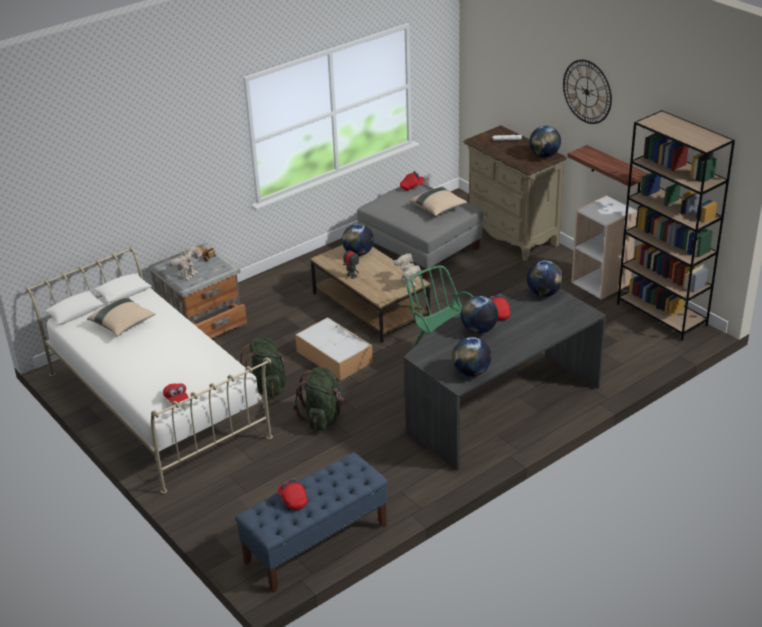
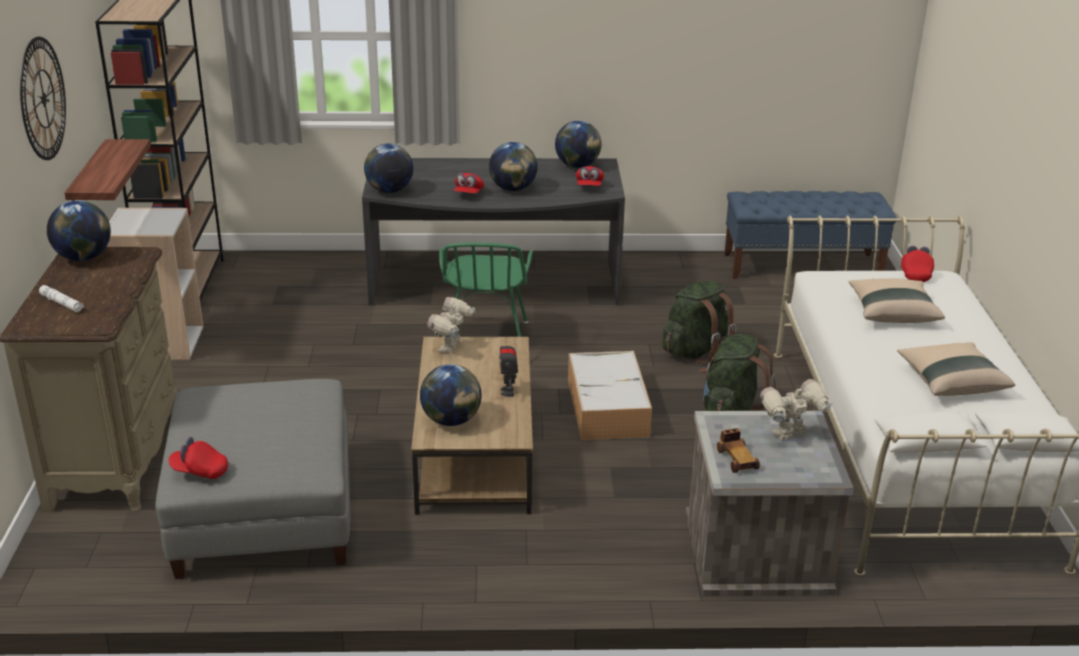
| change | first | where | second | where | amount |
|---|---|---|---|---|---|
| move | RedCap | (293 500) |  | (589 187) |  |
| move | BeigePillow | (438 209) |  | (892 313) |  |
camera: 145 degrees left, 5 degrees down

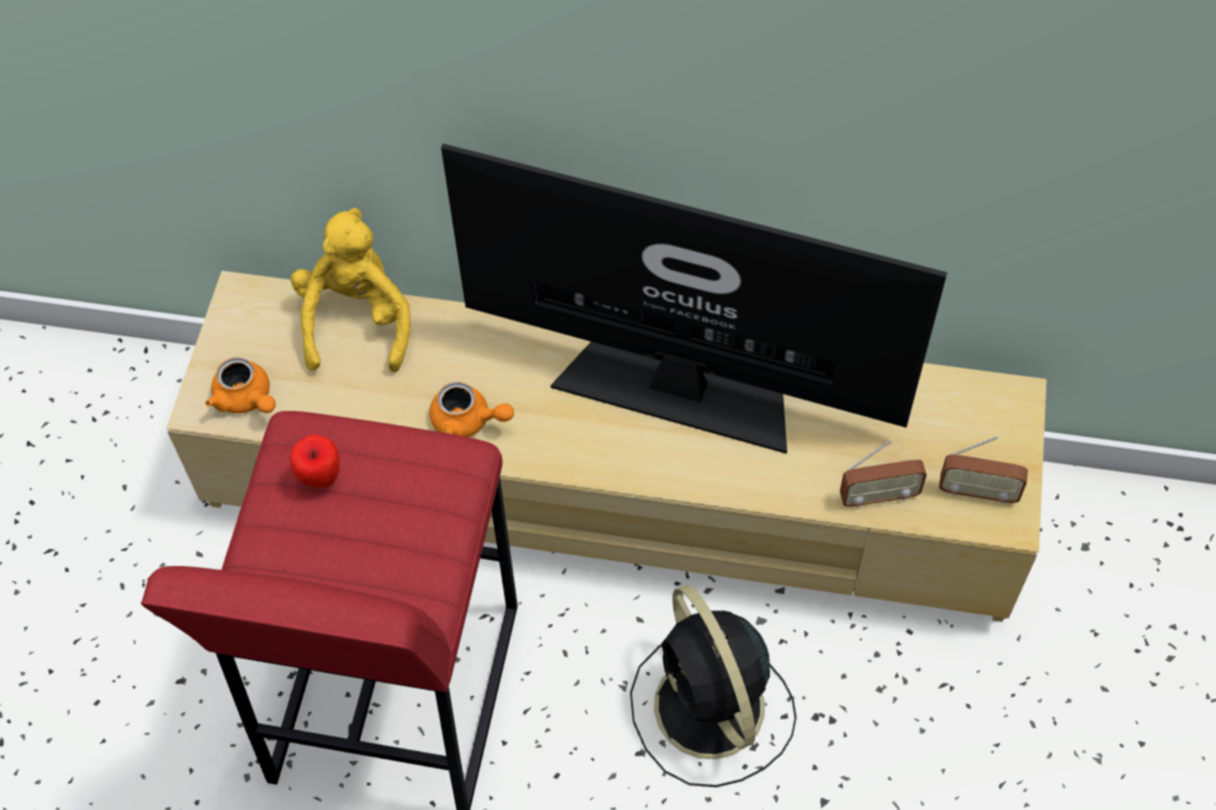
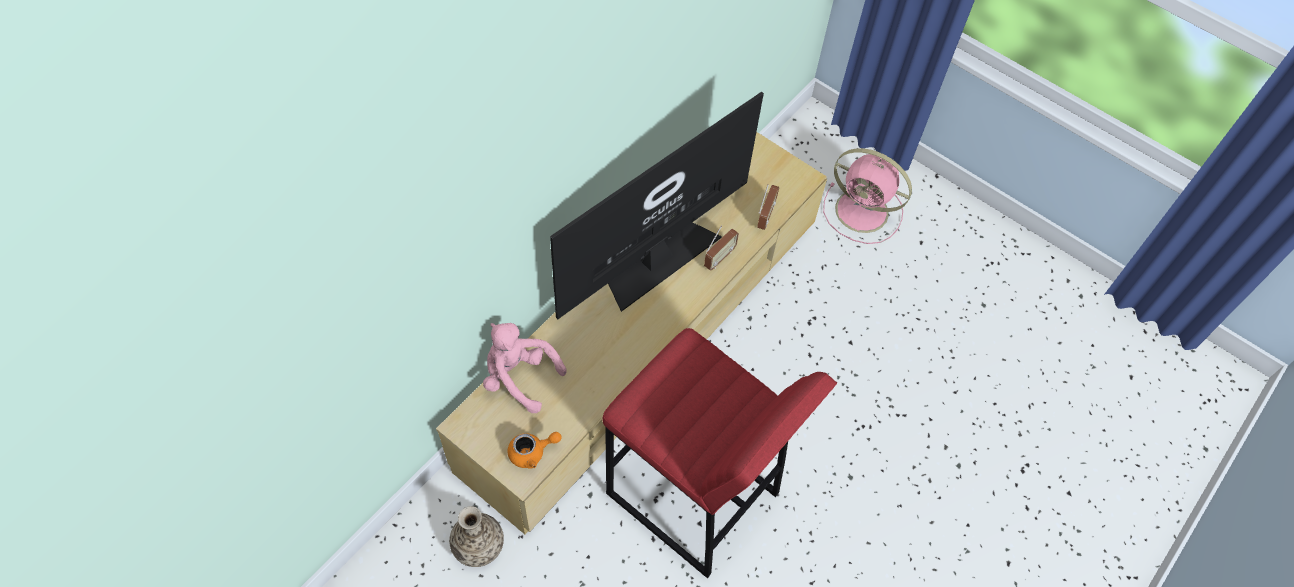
| change | first | where | second | where | amount |
|---|---|---|---|---|---|
| delete | Apple | (321 478) |  |  |  |
| recolor | YellowPlushToy | (357 320) | PinkPlushToy | (519 377) |  |
| delete | OrangeTeapot | (468 421) |  |  |  |
| delete | BlackFan | (711 711) |  |  |  |
| move | Radio | (977 492) |  | (719 258) |  |
| insert |  |  | Vase | (478 545) |  |
| insert |  |  | PinkFan | (864 212) |  |
camera: 65 degrees left, 0 degrees up

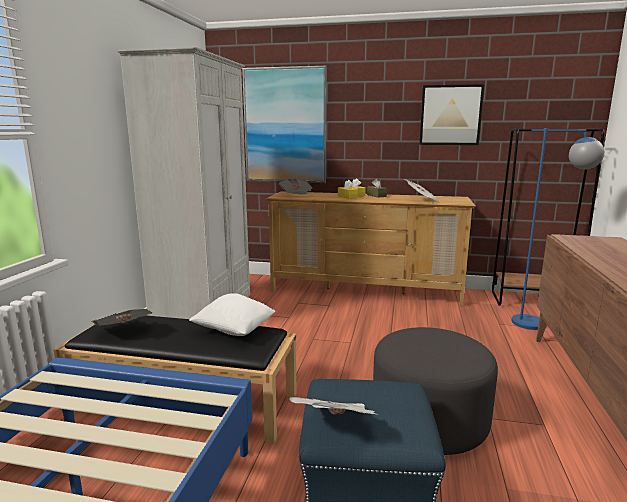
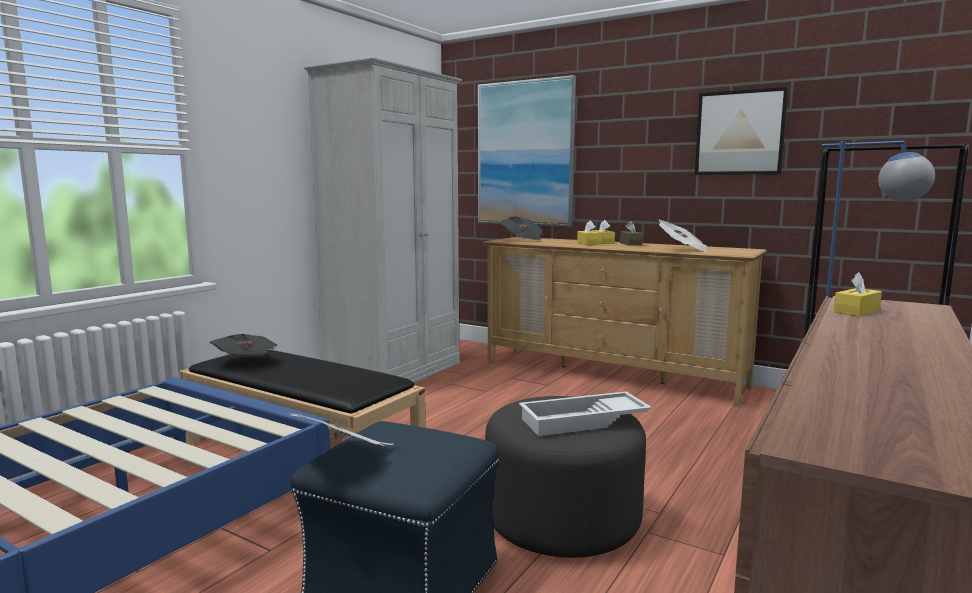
| change | first | where | second | where | amount |
|---|---|---|---|---|---|
| delete | WhitePillow | (234 330) |  |  |  |
| insert |  |  | WhiteTray | (583 421) |  |
| insert |  |  | YellowTissueBox | (856 311) |  |
camera: 20 degrees right, 5 degrees down

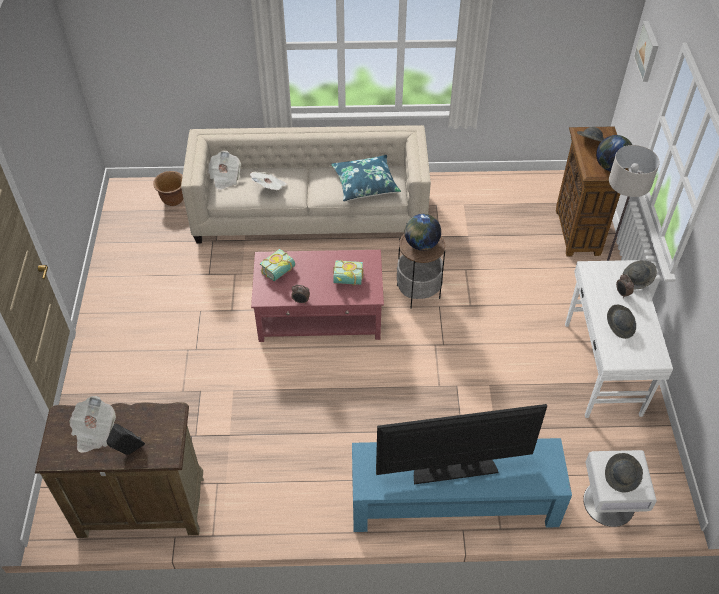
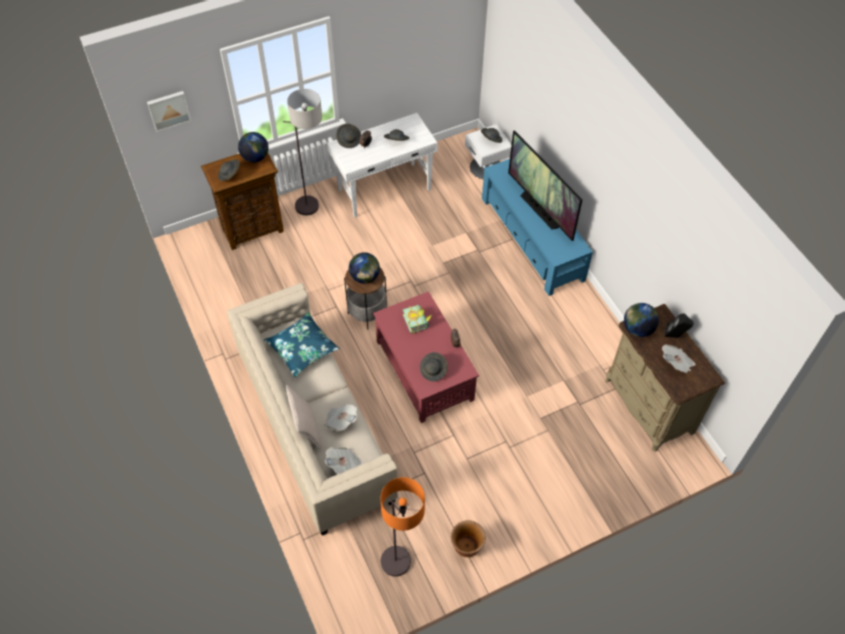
| change | first | where | second | where | amount |
|---|---|---|---|---|---|
| move | BrownPlanter | (173 200) |  | (466 547) |  |
| replace | Book | (280 272) | GreyHat | (433 370) |  |
| insert |  |  | BeigePillow | (306 429) |  |
| insert |  |  | OrangeFloorLamp | (401 568) |  |
| insert |  |  | Globe | (637 329) |  |
camera: 115 degrees left, 5 degrees up

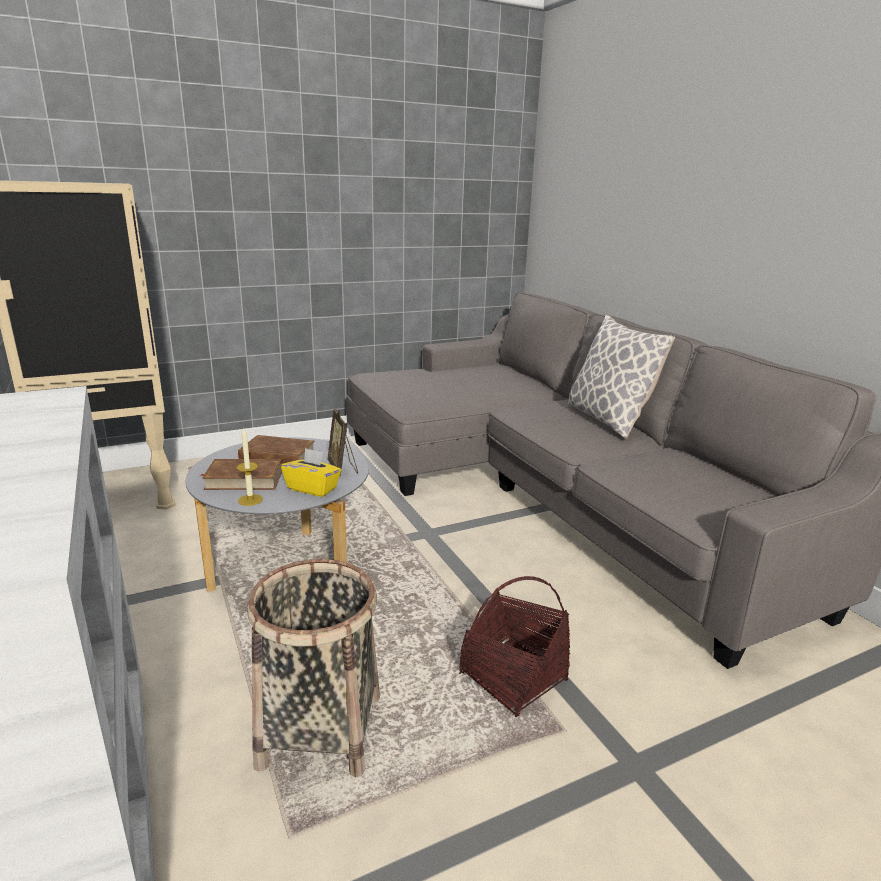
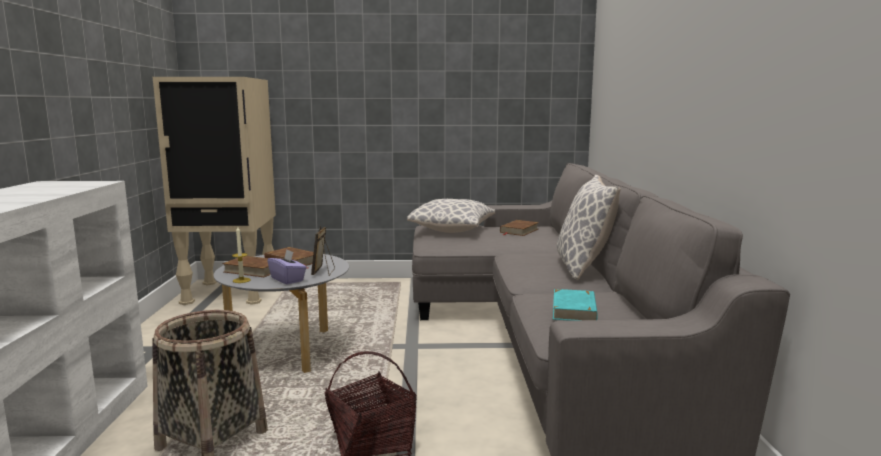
| change | first | where | second | where | amount |
|---|---|---|---|---|---|
| recolor | YellowTissueBox | (312 488) | PurpleTissueBox | (288 279) |  |
| insert |  |  | Pillow | (452 230) |  |
| insert |  |  | BrownBook | (519 231) |  |
| insert |  |  | TurquoiseBook | (574 310) |  |
camera: 25 degrees right, 10 degrees down

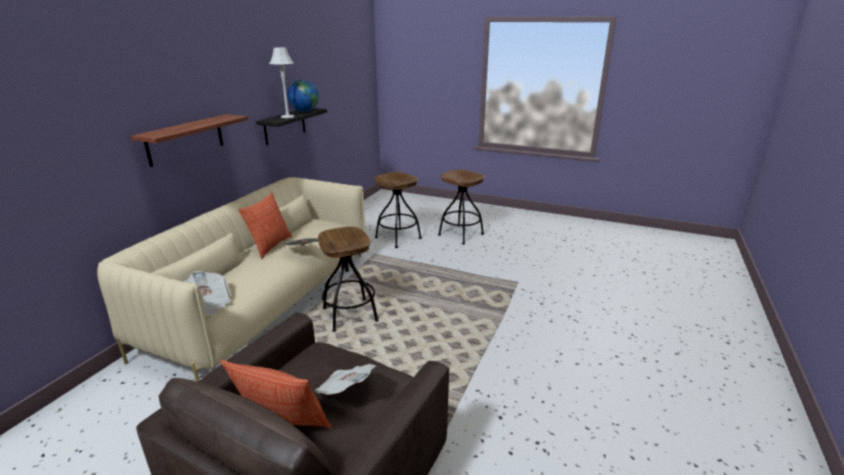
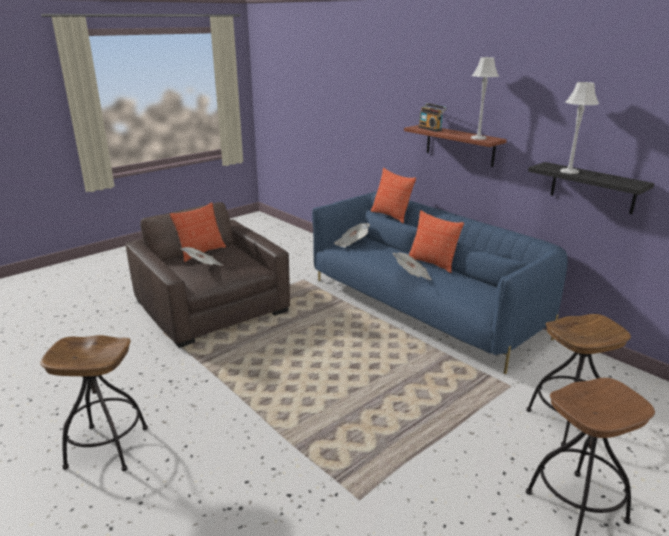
| change | first | where | second | where | amount |
|---|---|---|---|---|---|
| recolor | BeigeSofa | (267 300) | BlueSofa | (422 307) |  |
| delete | Globe | (304 111) |  |  |  |
| move | BrownStool | (350 315) |  | (107 447) |  |
| insert |  |  | OrangePillow | (391 216) |  |
| insert |  |  | Radio | (431 128) |  |
| insert |  |  | GreyTableLamp | (478 138) |  |
camera: 115 degrees right, 0 degrees up

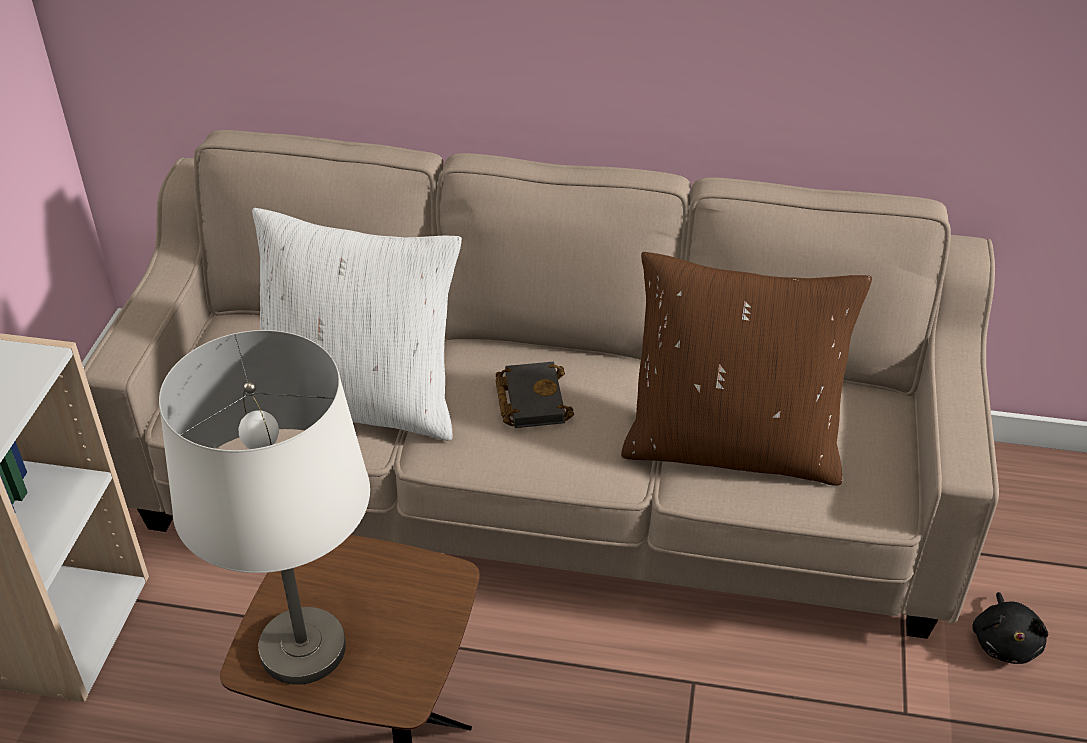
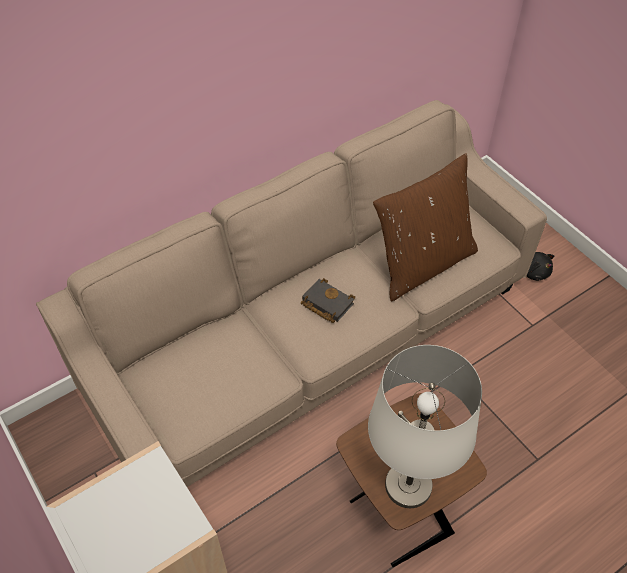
| change | first | where | second | where | amount |
|---|---|---|---|---|---|
| delete | WhitePillow | (361 400) |  |  |  |
camera: 45 degrees left, 10 degrees up

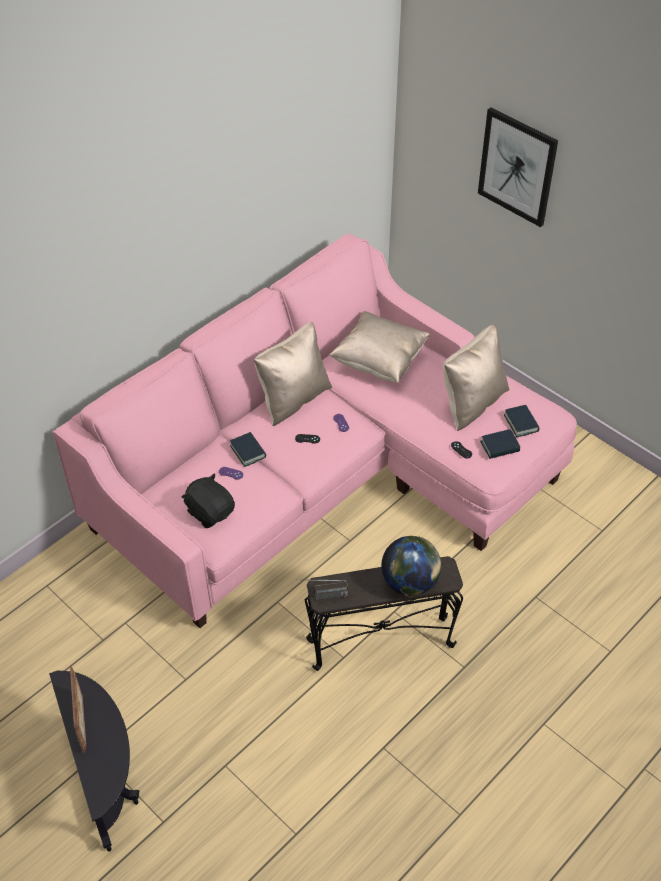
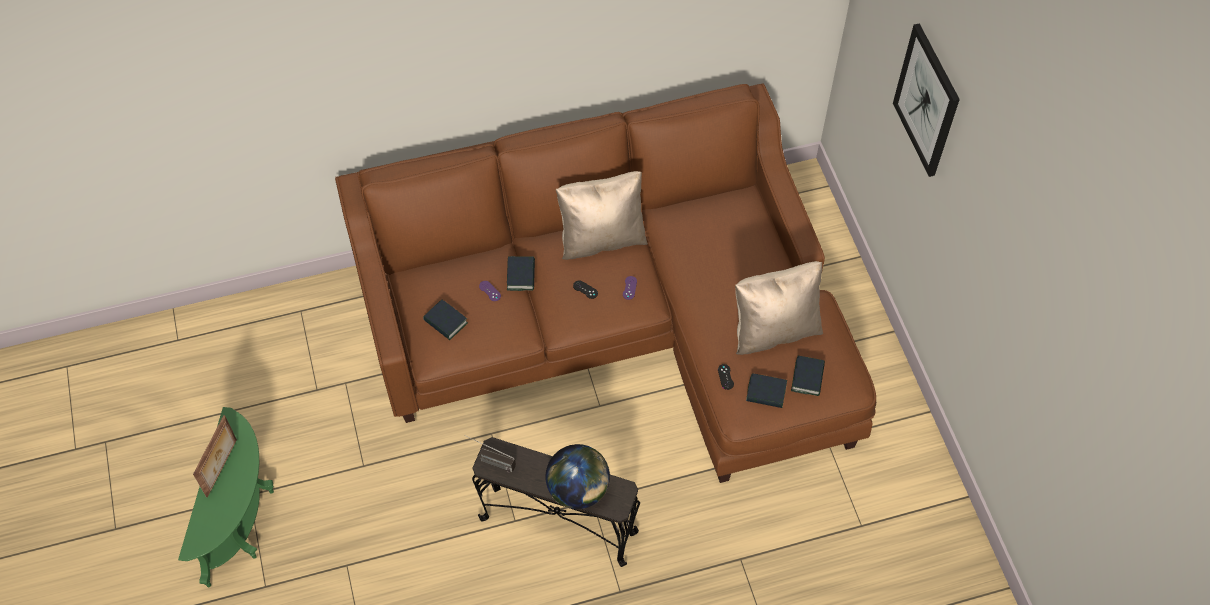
| change | first | where | second | where | amount |
|---|---|---|---|---|---|
| recolor | BlackSideTable | (106 778) | GreenSideTable | (243 521) |  |
| recolor | PinkSofa | (324 476) | BrownSofa | (620 324) |  |
| replace | BlackPlushToy | (210 512) | Book | (445 322) |  |
| delete | BeigePillow | (379 362) |  |  |  |
camera: 30 degrees right, 10 degrees up

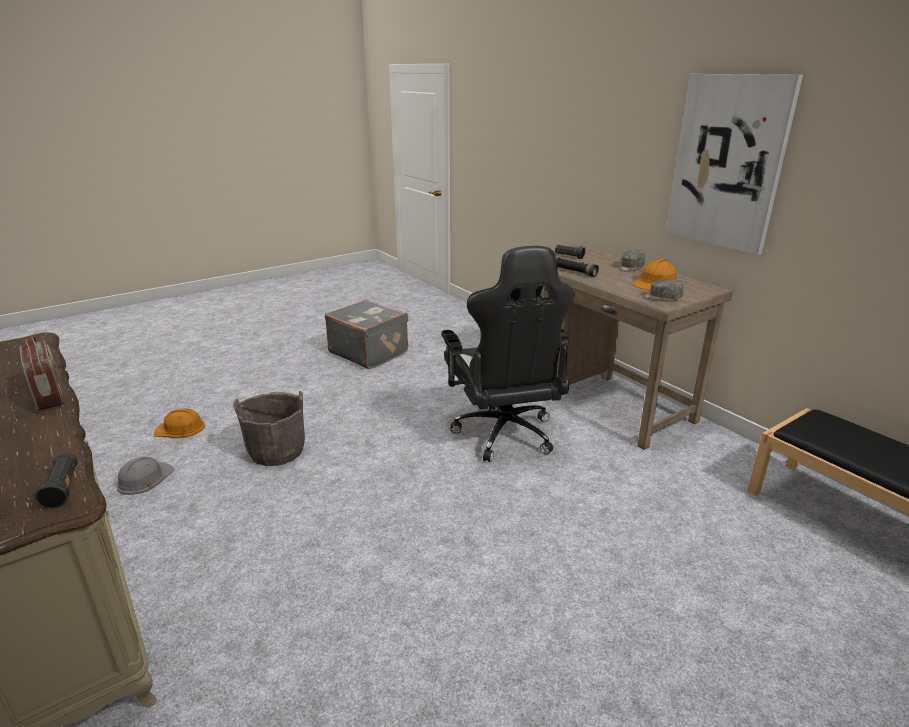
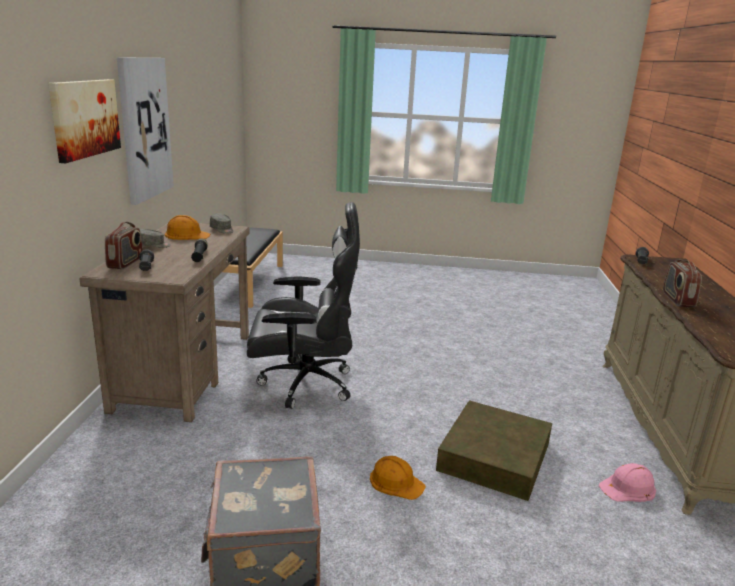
| change | first | where | second | where | amount |
|---|---|---|---|---|---|
| recolor | GreyHardHat | (144 478) | PinkHardHat | (628 488) |  |
| move | OrangeHardHat | (180 428) |  | (396 482) |  |
| replace | GreyBucket | (277 451) | BrownStorageBox | (494 456) |  |
| rotate | BlackOfficeChair | (502 430) |  | (301 385) | 60 degrees clockwise |
| insert |  |  | Picture | (85 118) |  |
| insert |  |  | Radio | (126 263) |  |
camera: 140 degrees left, 5 degrees down

